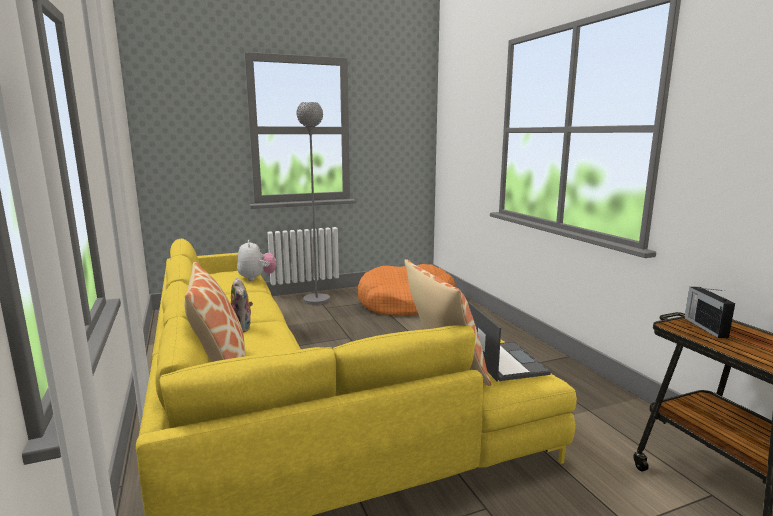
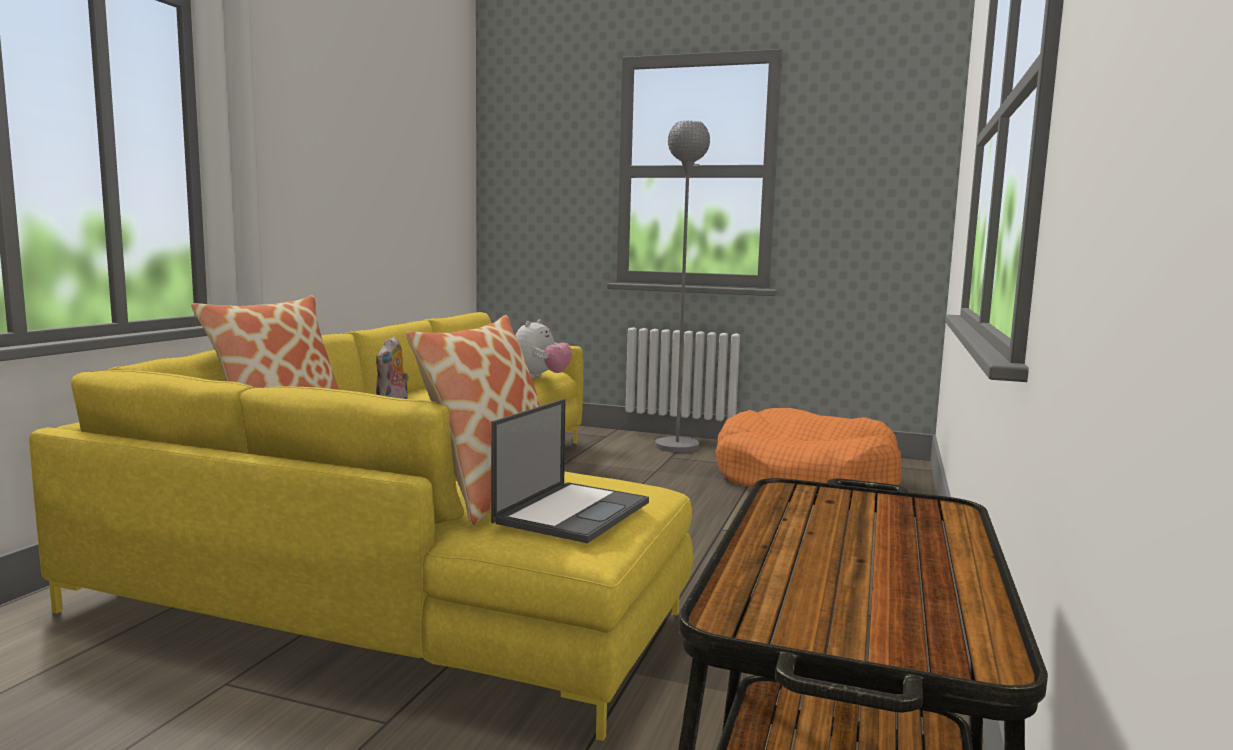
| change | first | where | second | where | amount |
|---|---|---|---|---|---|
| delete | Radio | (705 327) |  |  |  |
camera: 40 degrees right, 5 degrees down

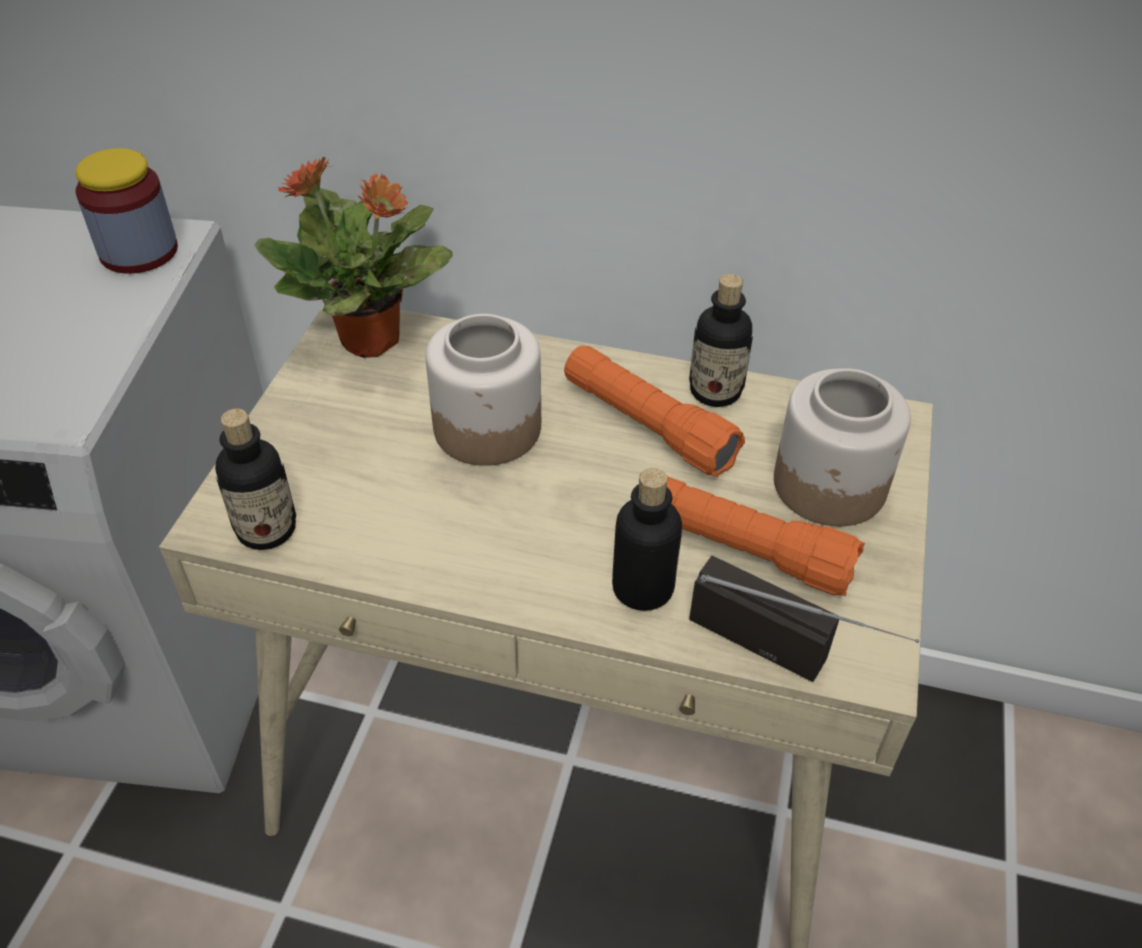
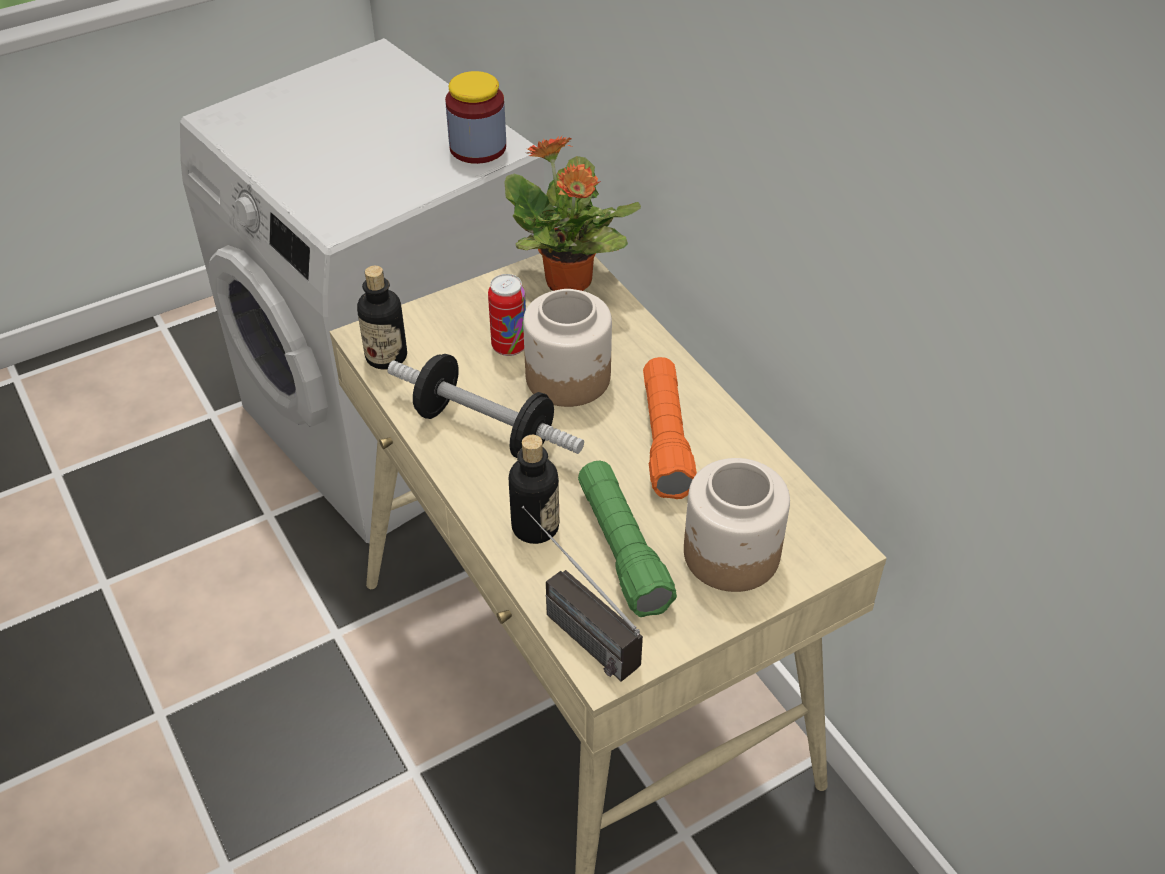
| change | first | where | second | where | amount |
|---|---|---|---|---|---|
| recolor | OrangeFlashlight | (743 549) | GreenFlashlight | (622 549) |  |
| delete | Bottle | (715 391) |  |  |  |
| rotate | Radio | (793 653) |  | (570 624) | 150 degrees clockwise |
| insert |  |  | Dumbbell | (485 429) |  |
| insert |  |  | Can | (509 347) |  |
camera: 45 degrees right, 0 degrees up

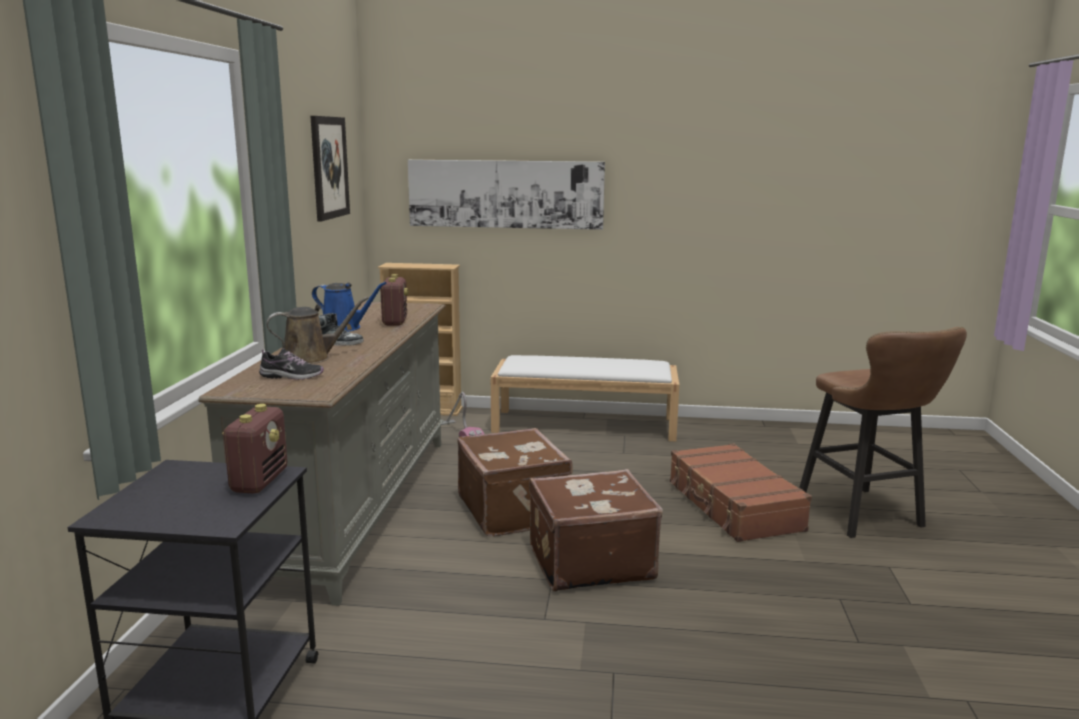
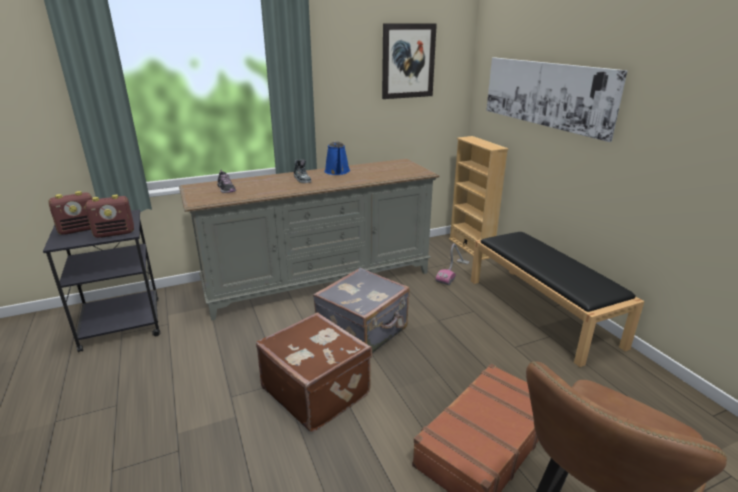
| change | first | where | second | where | amount |
|---|---|---|---|---|---|
| delete | BrownWateringCan | (311 358) |  |  |  |
| move | Radio | (394 322) |  | (79 229) |  |
| recolor | BrownSuitcase | (514 510) | GreySuitcase | (363 333) |  |
| recolor | WhiteBench | (585 425) | BlackBench | (542 311) |  |
camera: 60 degrees right, 10 degrees up

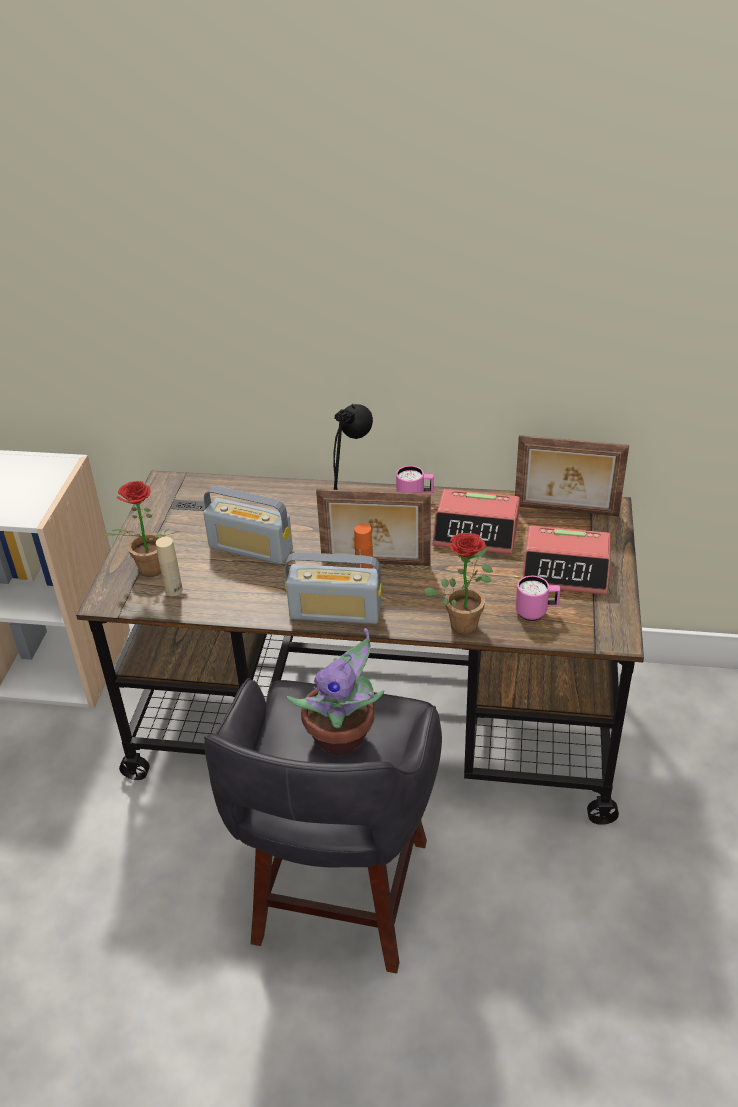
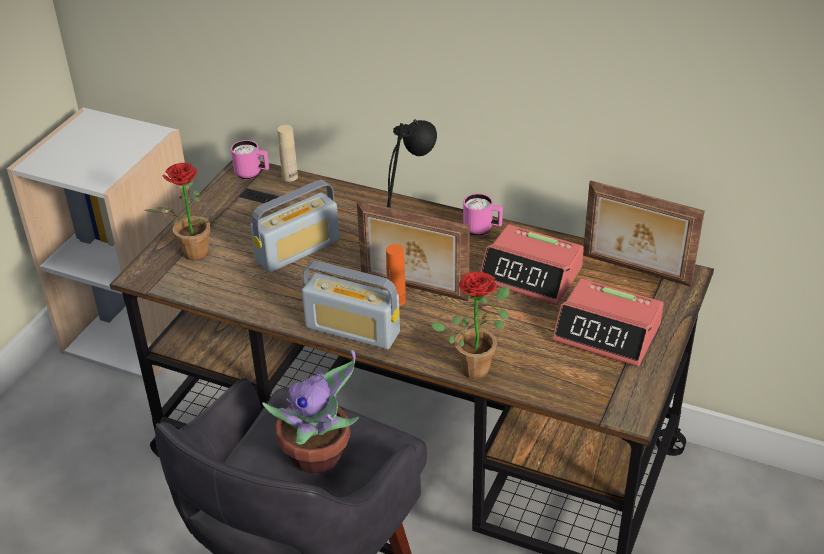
| change | first | where | second | where | amount |
|---|---|---|---|---|---|
| move | BeigeBottle | (174 590) |  | (290 177) |  |
| rotate | Radio | (251 548) |  | (298 250) | 75 degrees counterclockwise |
| move | PinkMug | (536 612) |  | (252 174) |  |
camera: 15 degrees right, 0 degrees up

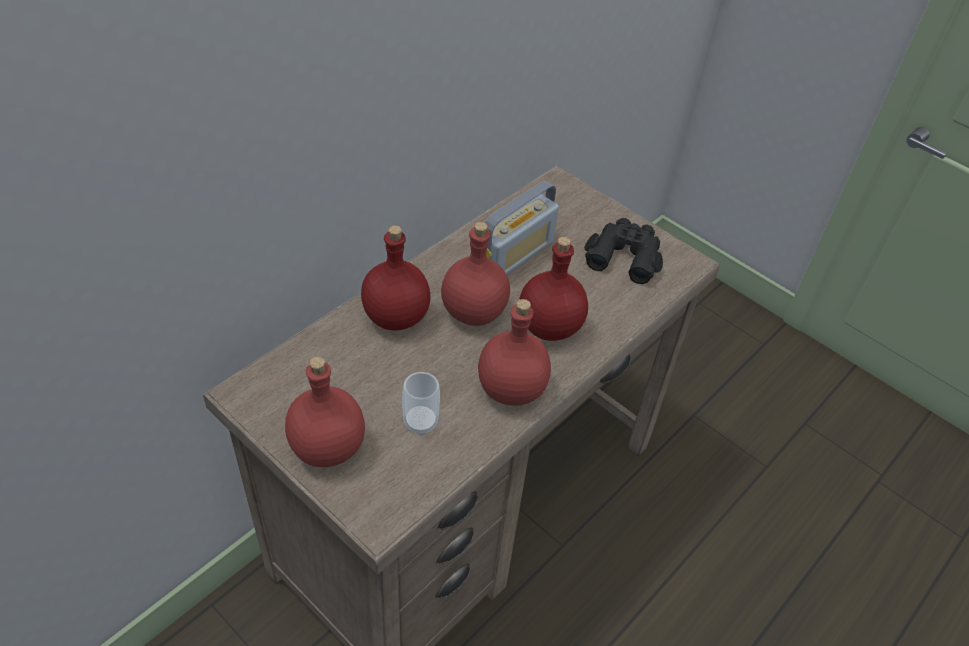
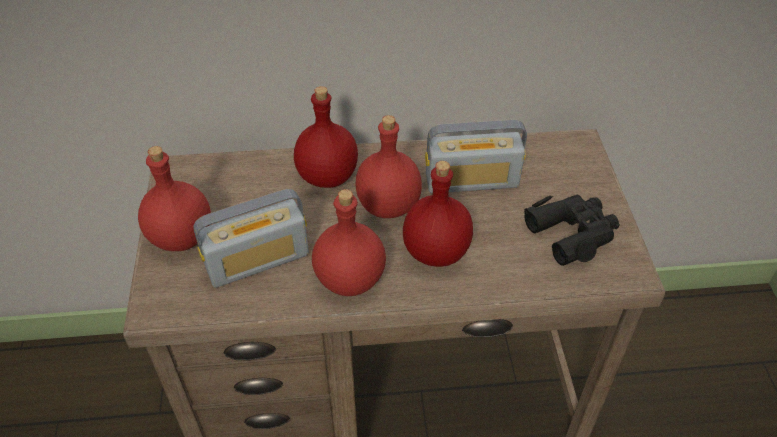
| change | first | where | second | where | amount |
|---|---|---|---|---|---|
| replace | Cup | (420 423) | Radio | (257 260) |  |
camera: 45 degrees right, 0 degrees up

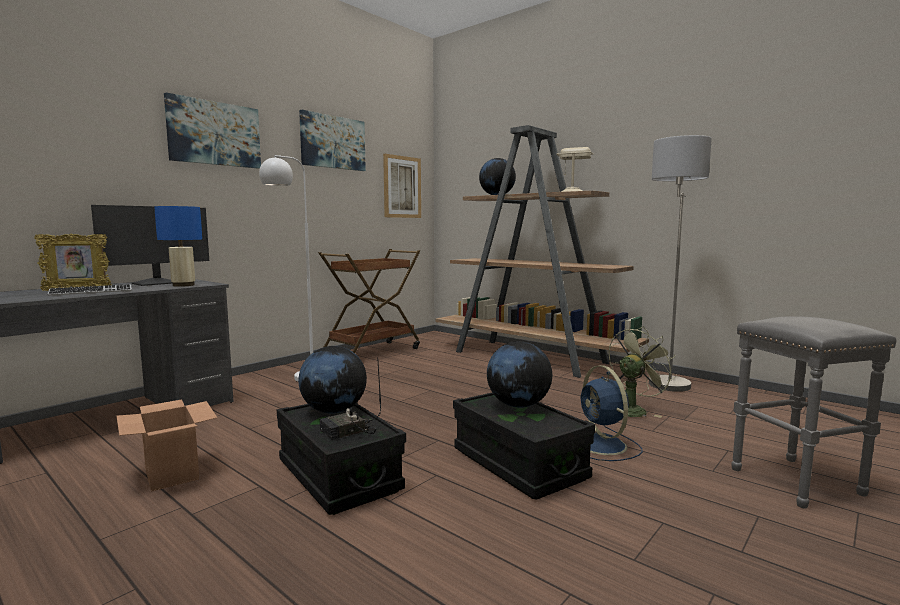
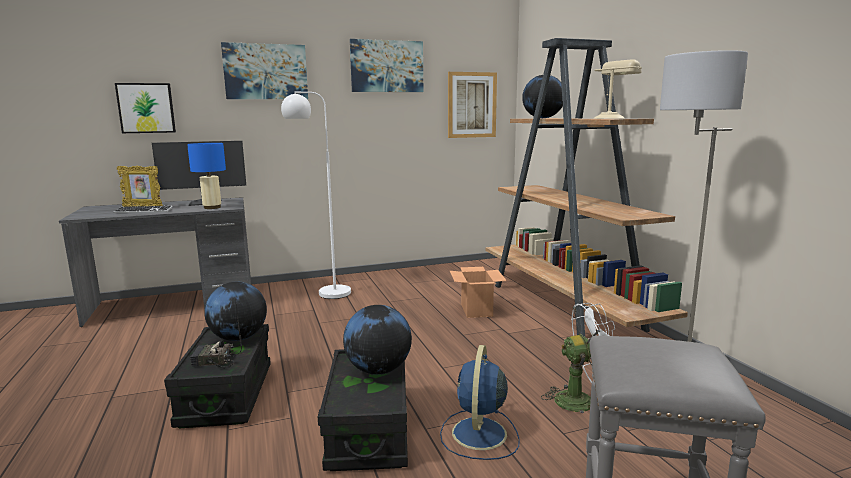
| change | first | where | second | where | amount |
|---|---|---|---|---|---|
| move | CardboardBox | (171 473) |  | (476 310) |  |
| delete | BrownCart | (372 353) |  |  |  |
| recolor | GreenFan | (633 410) | WhiteFan | (582 400) |  |
| insert |  |  | Picture | (146 108) |  |
camera: 30 degrees right, 5 degrees up

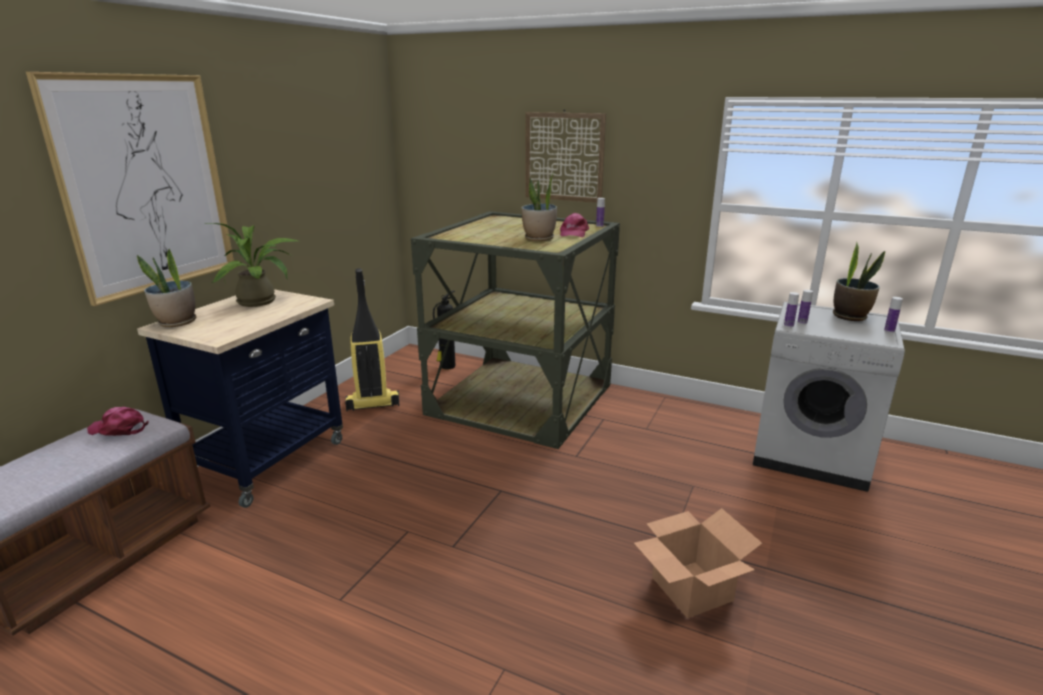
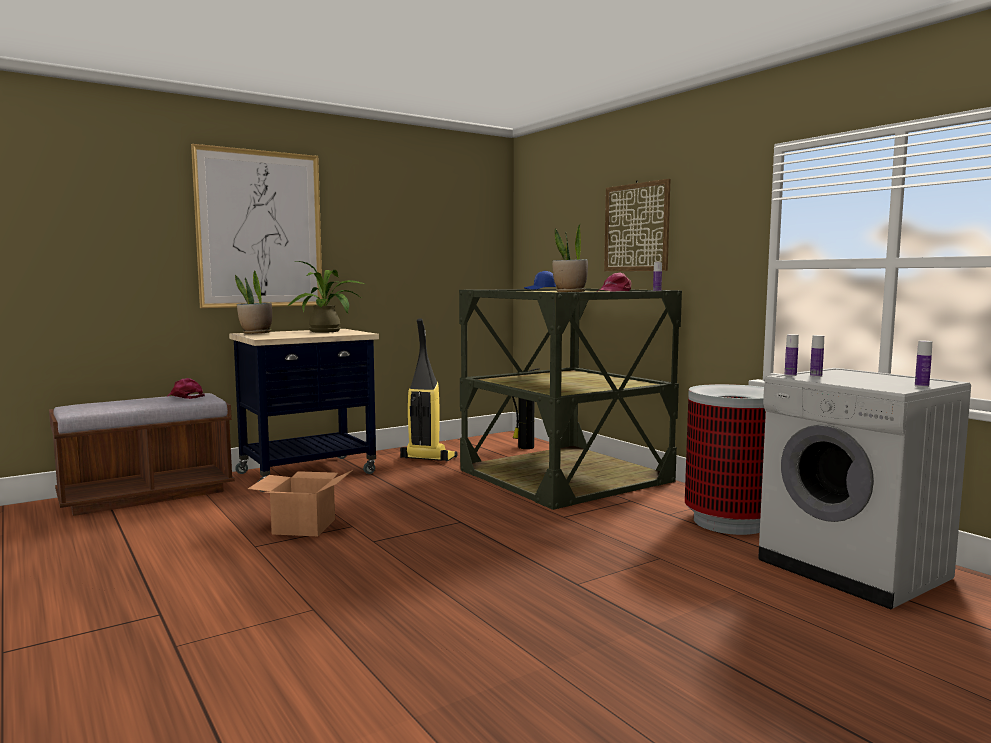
| change | first | where | second | where | amount |
|---|---|---|---|---|---|
| move | CardboardBox | (693 589) |  | (304 527) |  |
| delete | PottedPlant | (850 316) |  |  |  |
| insert |  |  | BlueCap | (540 289) |  |
| insert |  |  | TrashCan | (730 522) |  |
camera: 30 degrees right, 15 degrees down

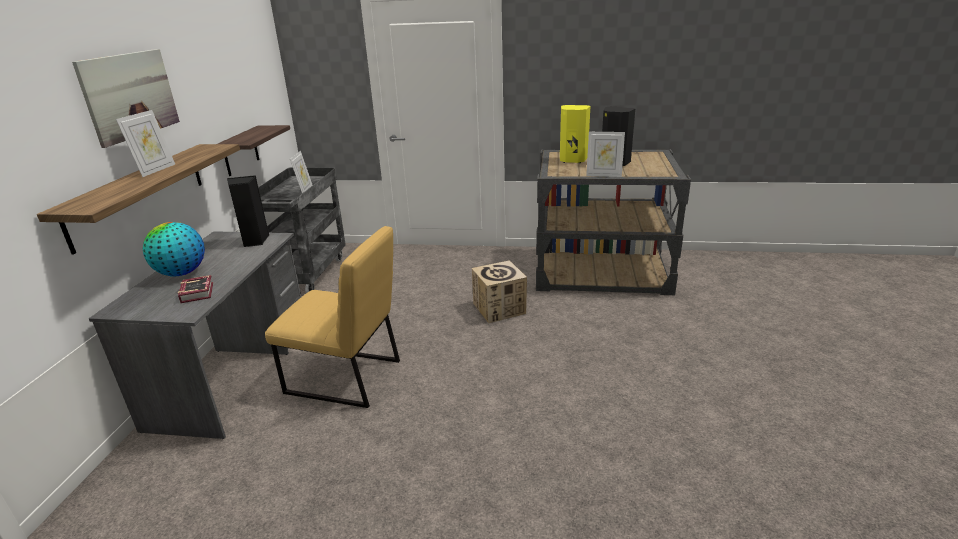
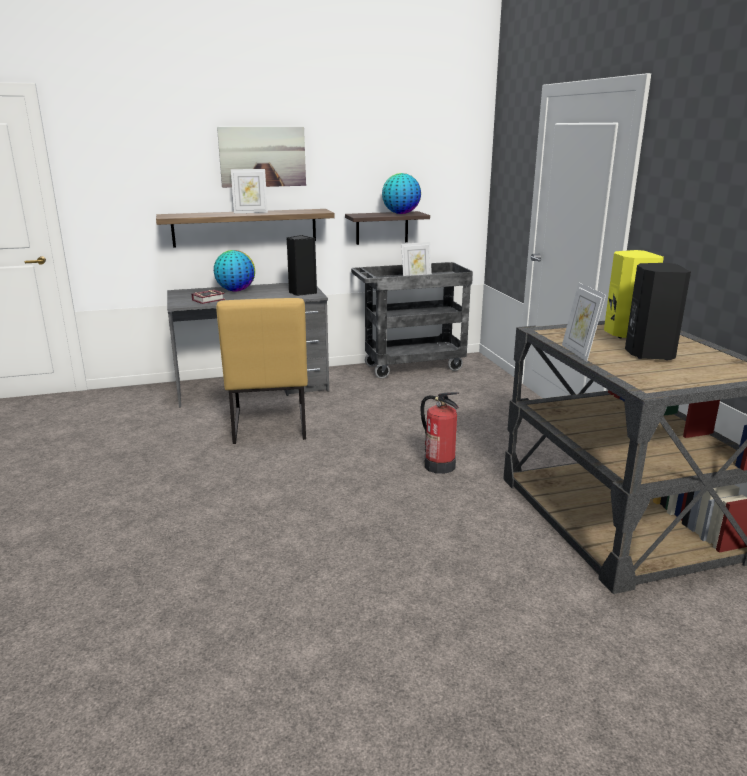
| change | first | where | second | where | amount |
|---|---|---|---|---|---|
| replace | CardboardBox | (499 308) | FireExtinguisher | (439 465) |  |
| insert |  |  | Globe | (401 213) |  |
camera: 65 degrees right, 5 degrees down

